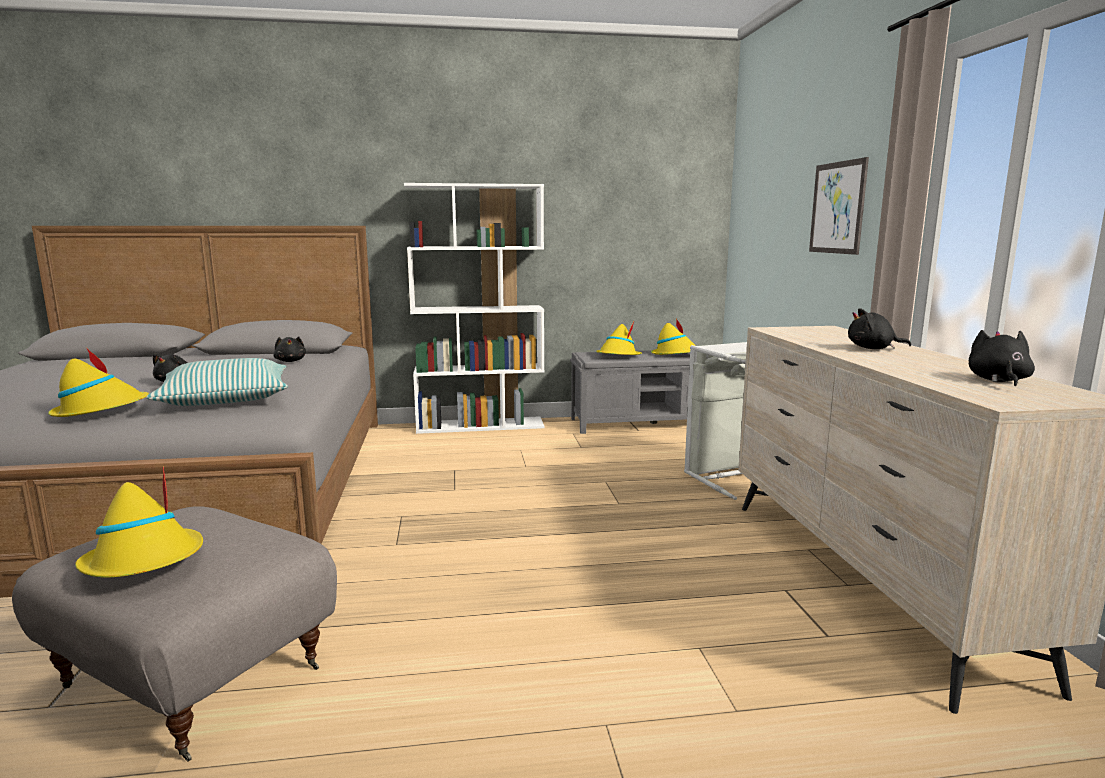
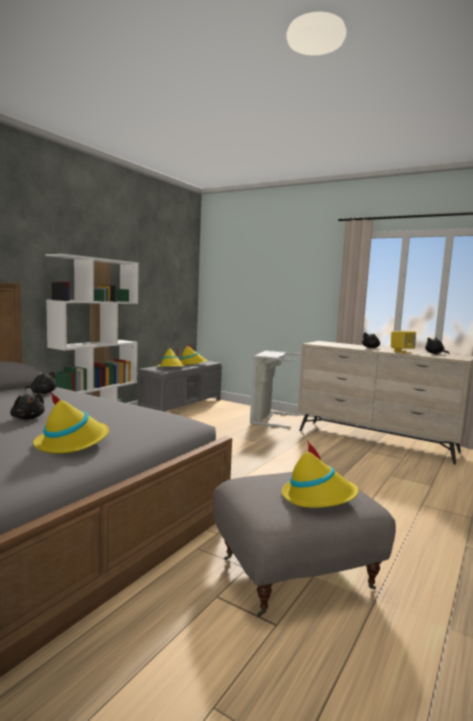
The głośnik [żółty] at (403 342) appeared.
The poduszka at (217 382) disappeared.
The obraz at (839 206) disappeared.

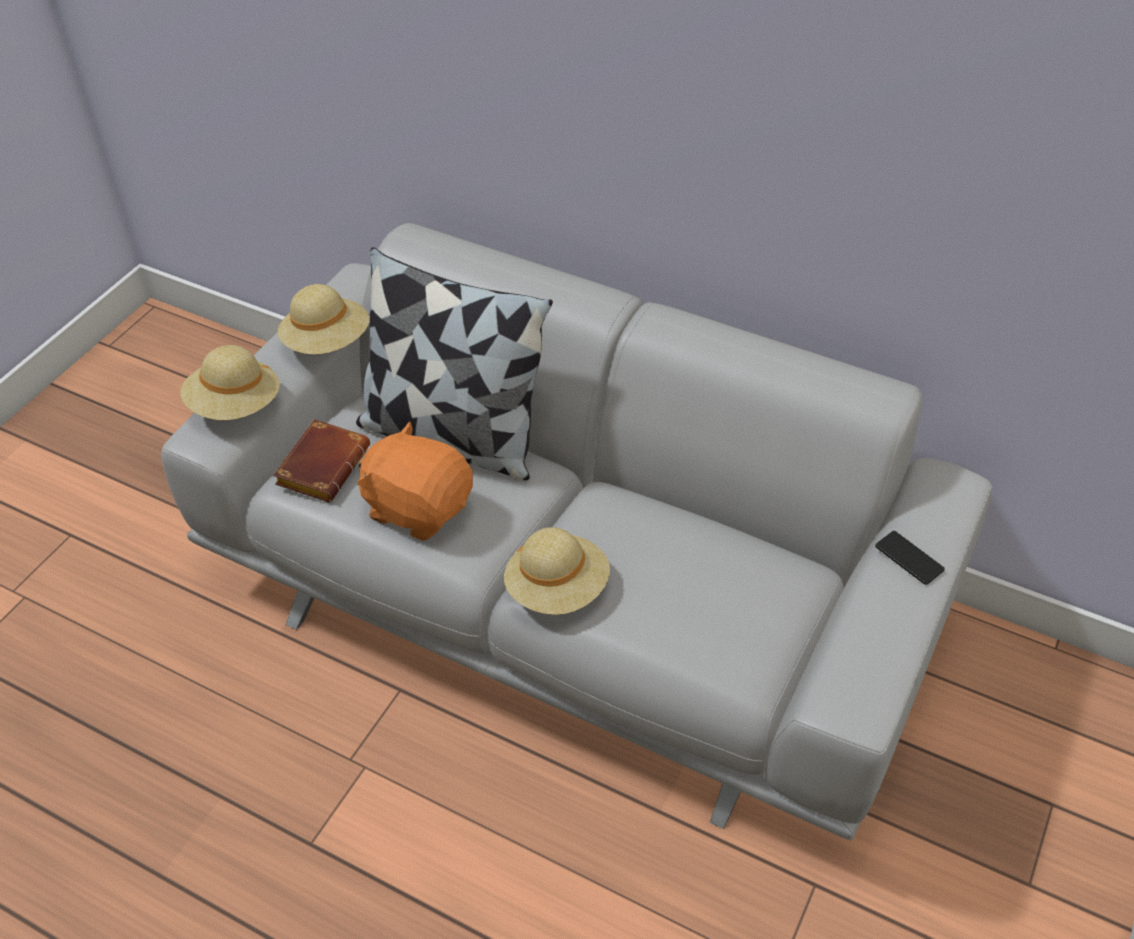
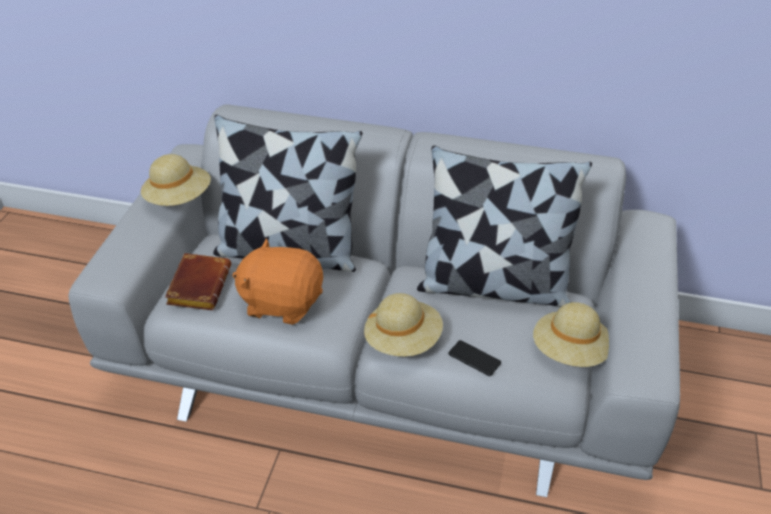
The poduszka at (504 226) appeared.
The telefon moved from (910 558) to (474 358).
The kapelusz [beżowy] moved from (230 382) to (571 334).

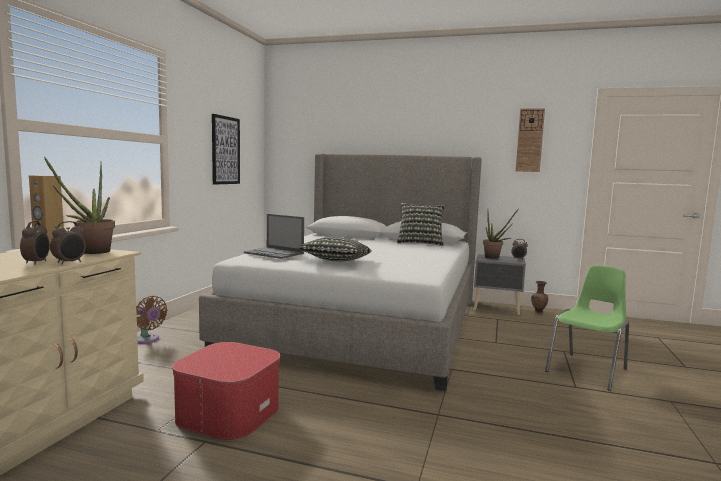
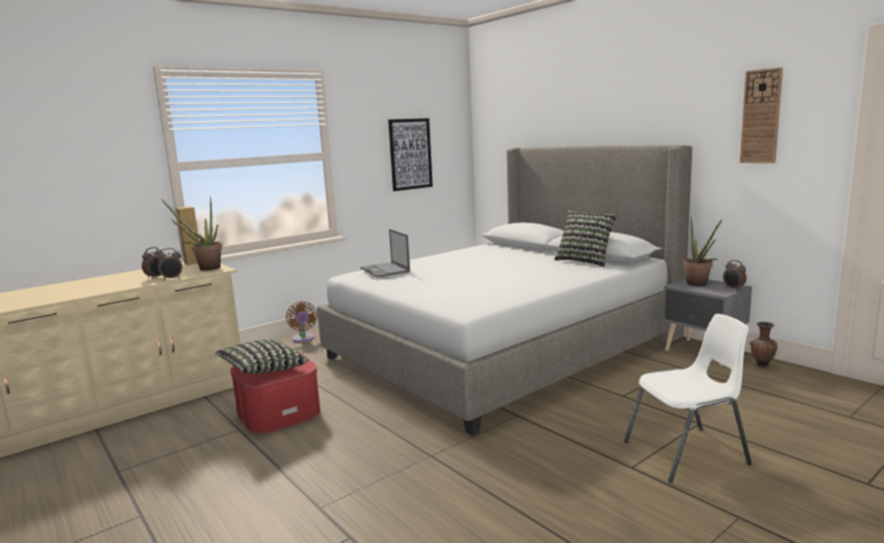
The poduszka moved from (335 249) to (261 357).
The krzesło [zielony] at (587 328) became the krzesło [biały] at (688 398).

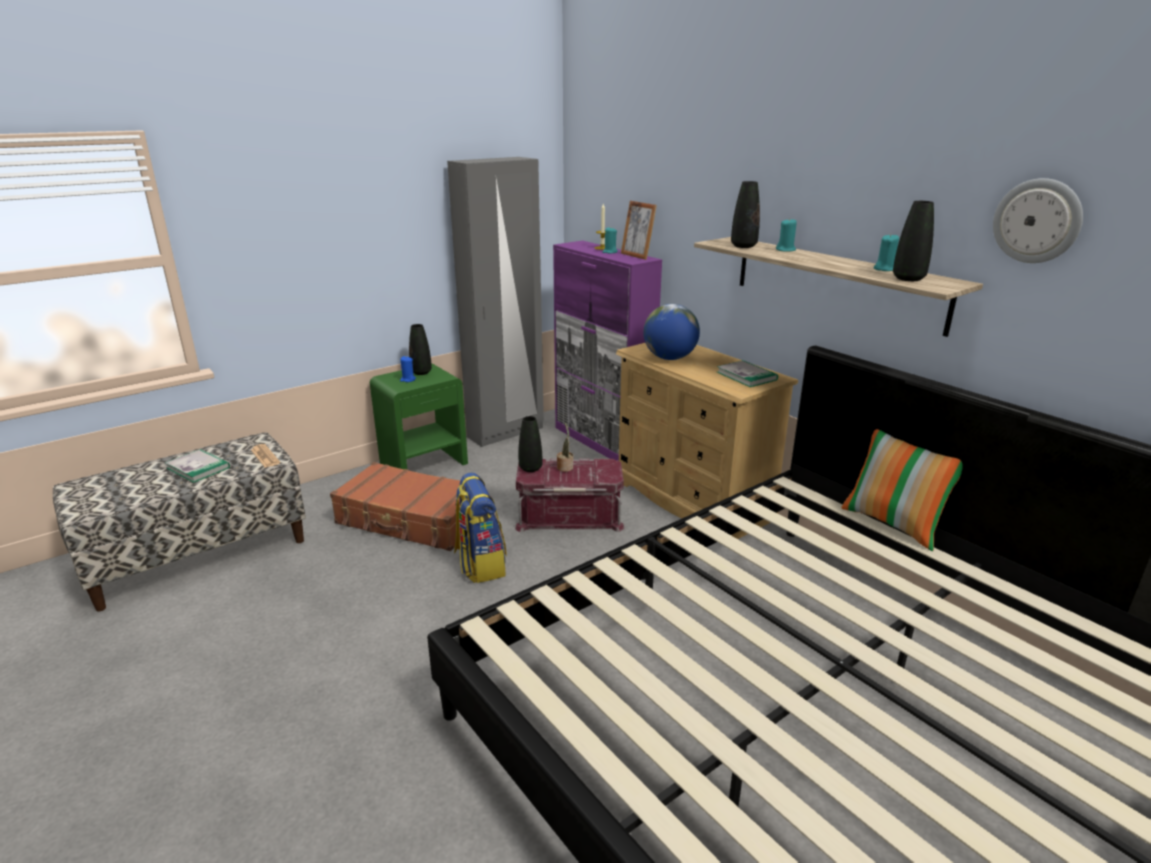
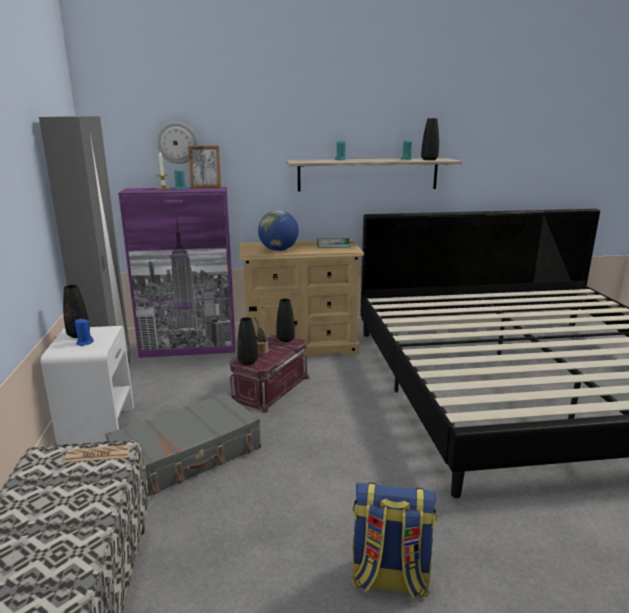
The szafka nocna [zielony] at (419 417) became the szafka nocna [biały] at (87 386).
The walizka [brązowy] at (395 506) became the walizka [szary] at (183 444).
The zegar ścienny moved from (1038 220) to (177 143).
The wazon [czarny] moved from (745 214) to (285 320).
The plecak moved from (480 528) to (394 541).
The książka at (197 466) disappeared.
The poduszka at (902 490) disappeared.

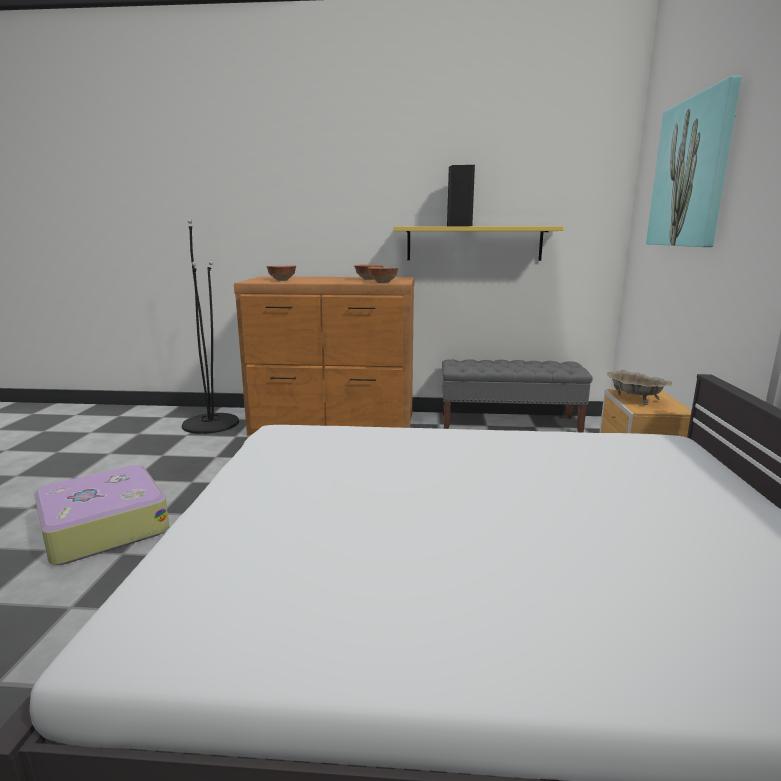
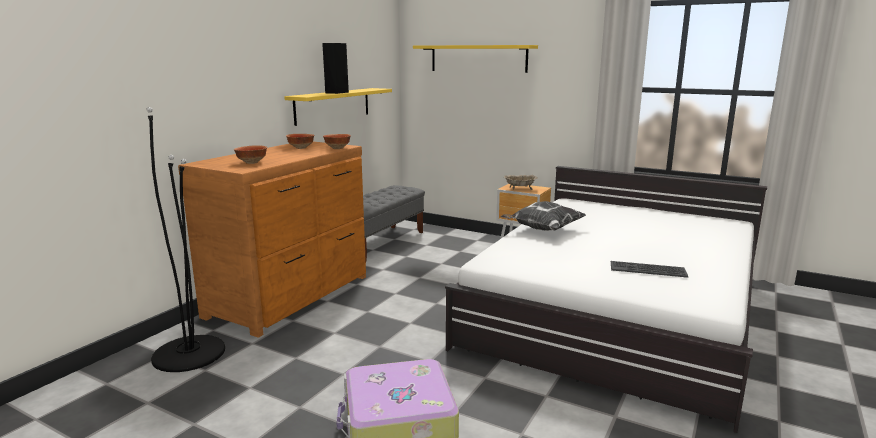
The obraz at (694 161) was replaced by the półka [żółty] at (475 59).
The poduszka at (543 216) appeared.
The klawiatura at (649 269) appeared.

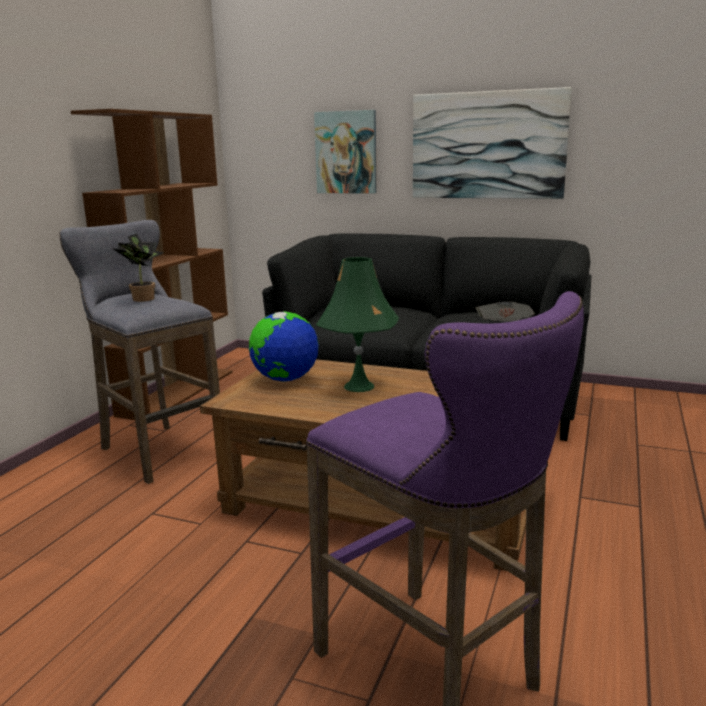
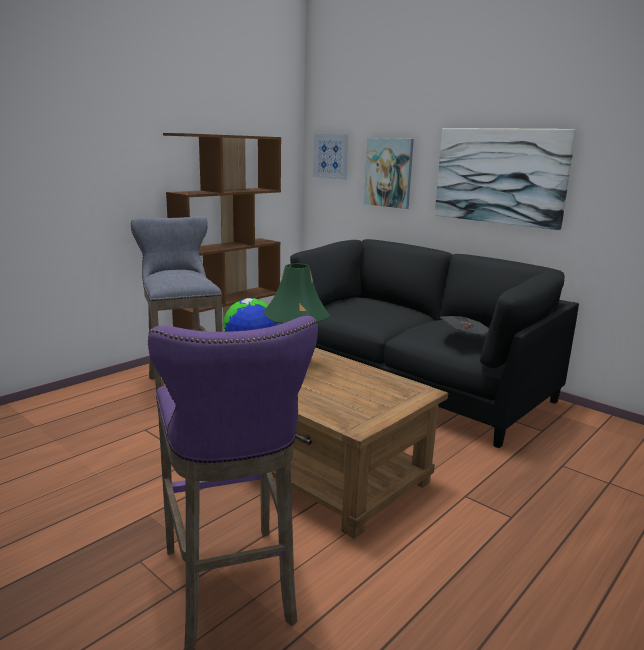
The obraz at (331 157) appeared.
The roślina doniczkowa at (138 268) disappeared.

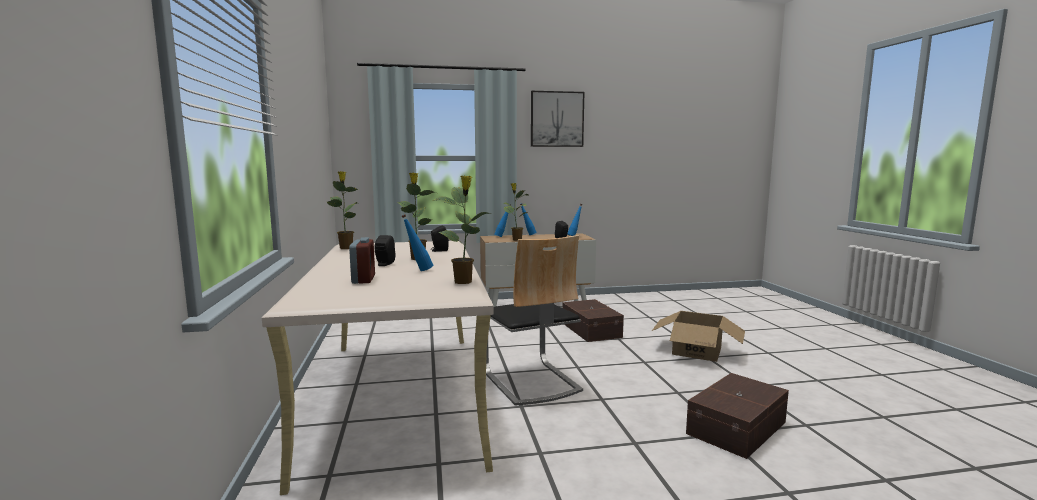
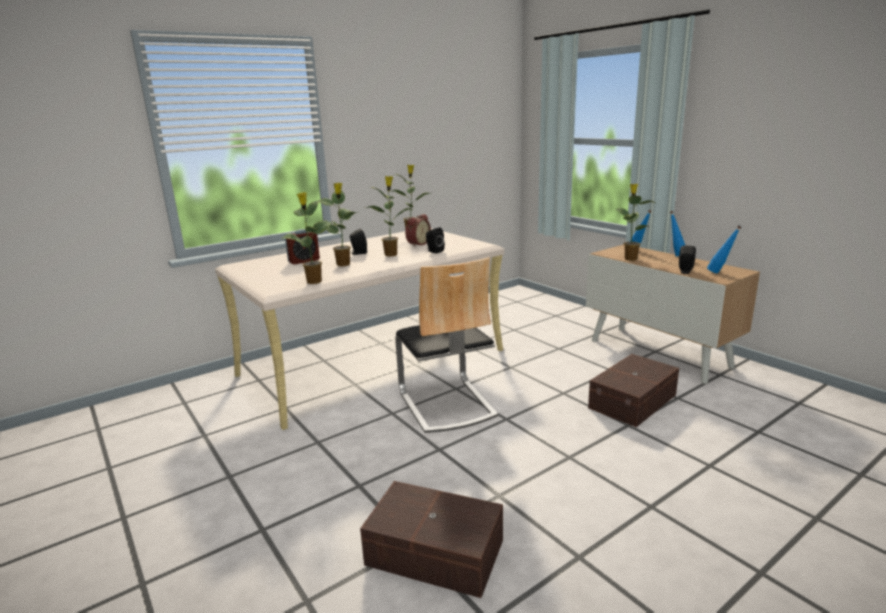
The butelka [niebieski] at (417 242) was replaced by the roślina doniczkowa at (338 224).
The krzesło at (534 320) turned 60 degrees counterclockwise.
The budzik at (418 230) appeared.
The obraz at (557 119) disappeared.
The karton at (698 336) disappeared.

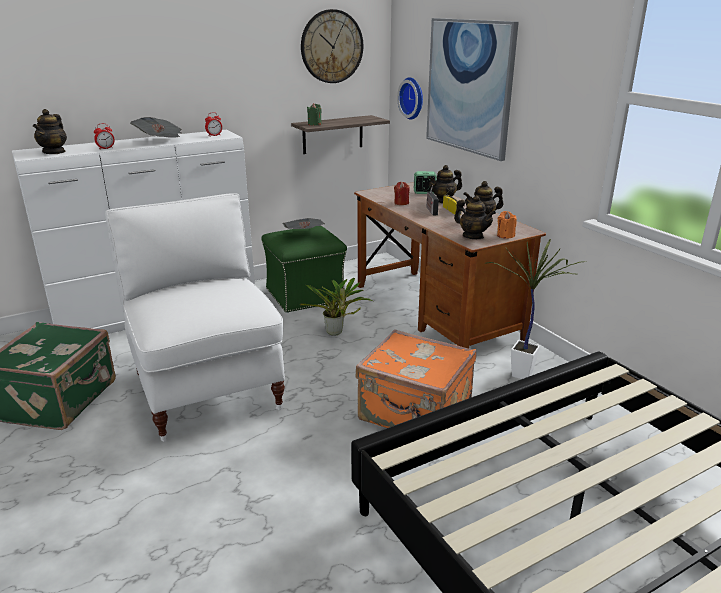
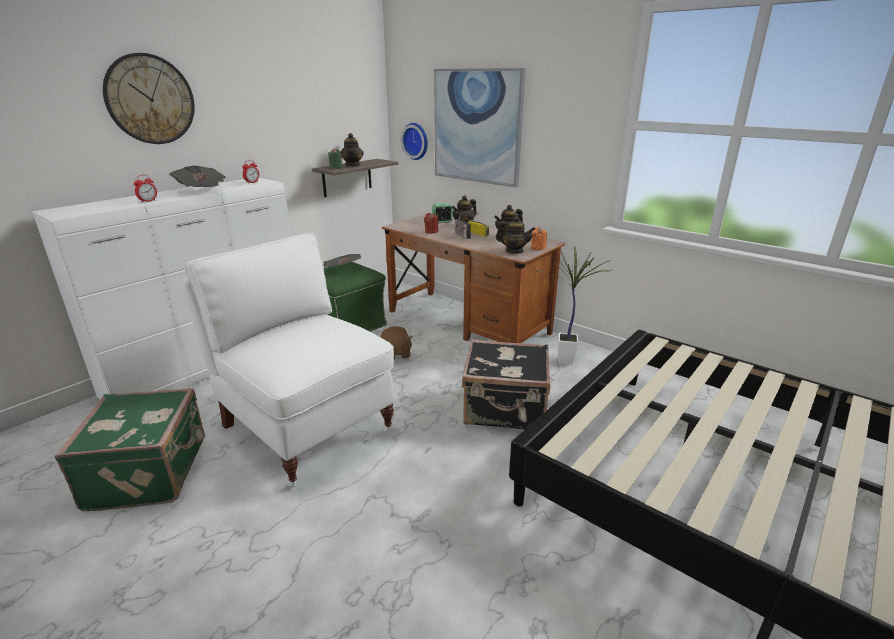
The zegar ścienny moved from (332 46) to (149 98).
The imbryk moved from (50 131) to (352 149).
The roślina doniczkowa at (337 307) was replaced by the pluszak [brązowy] at (397 342).
The walizka [pomarańczowy] at (416 378) became the walizka [czarny] at (506 384).

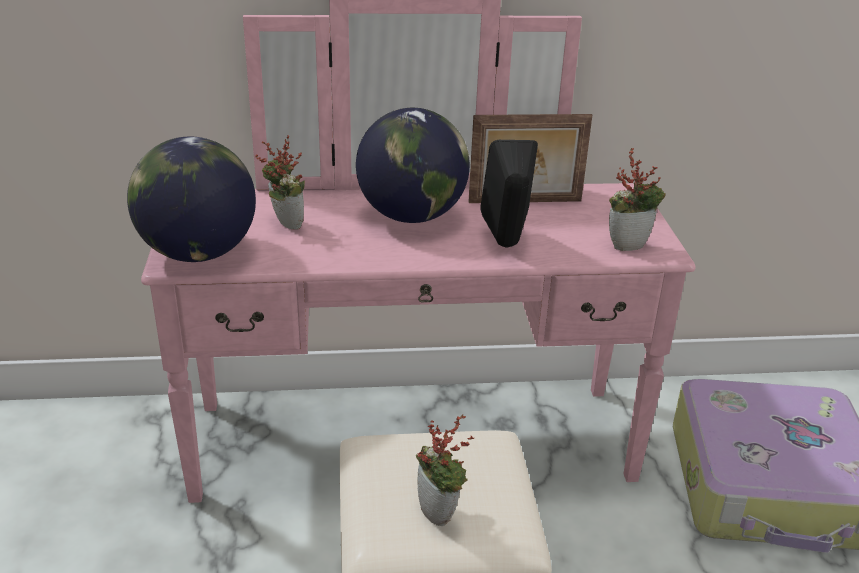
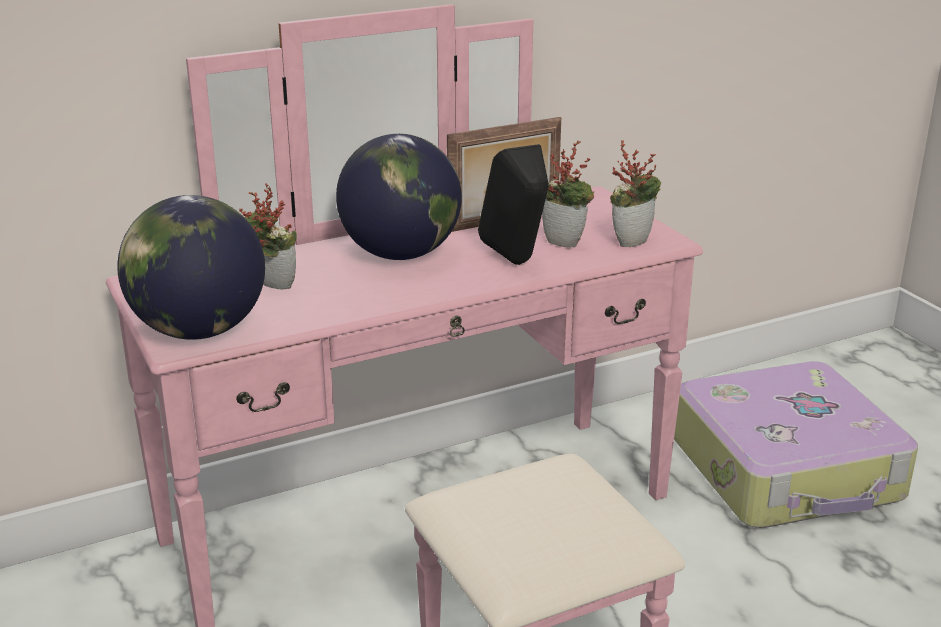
The roślina doniczkowa moved from (445 470) to (568 194).

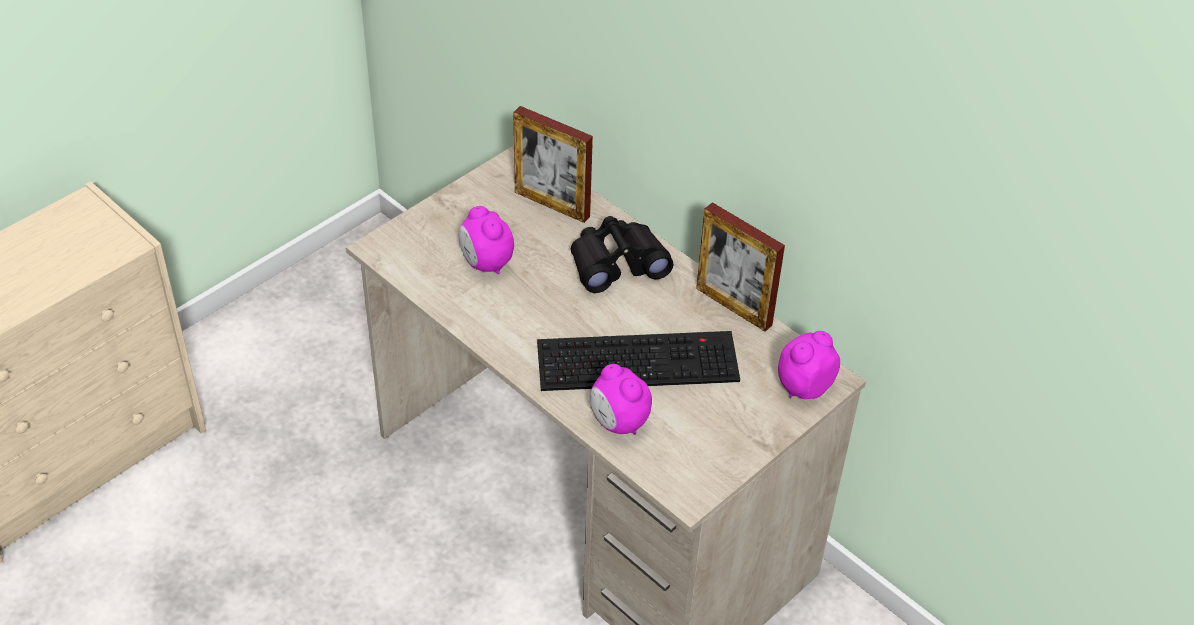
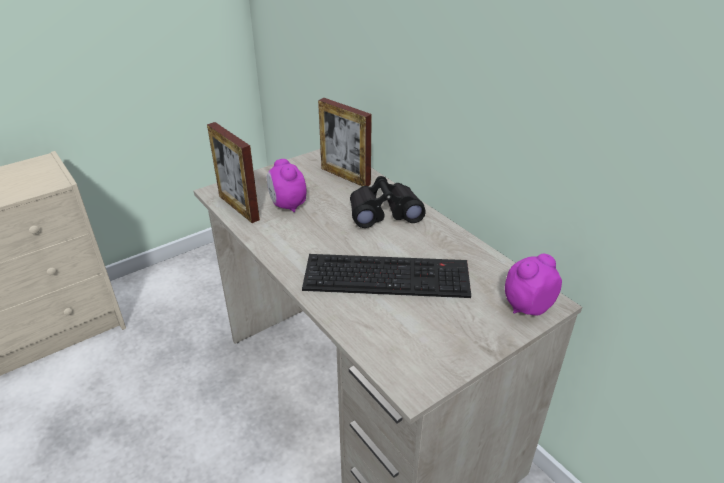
The ramka na zdjęcie moved from (740 267) to (233 172).
The budzik at (621 399) disappeared.

